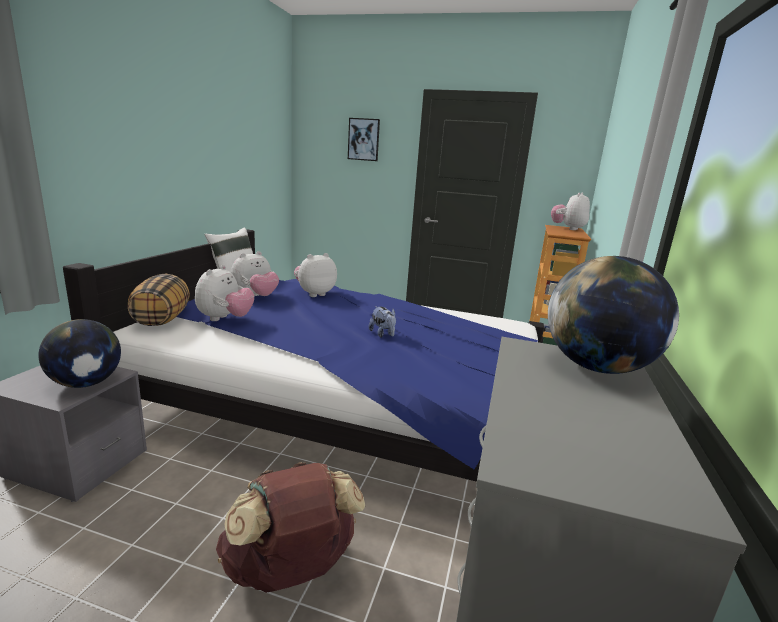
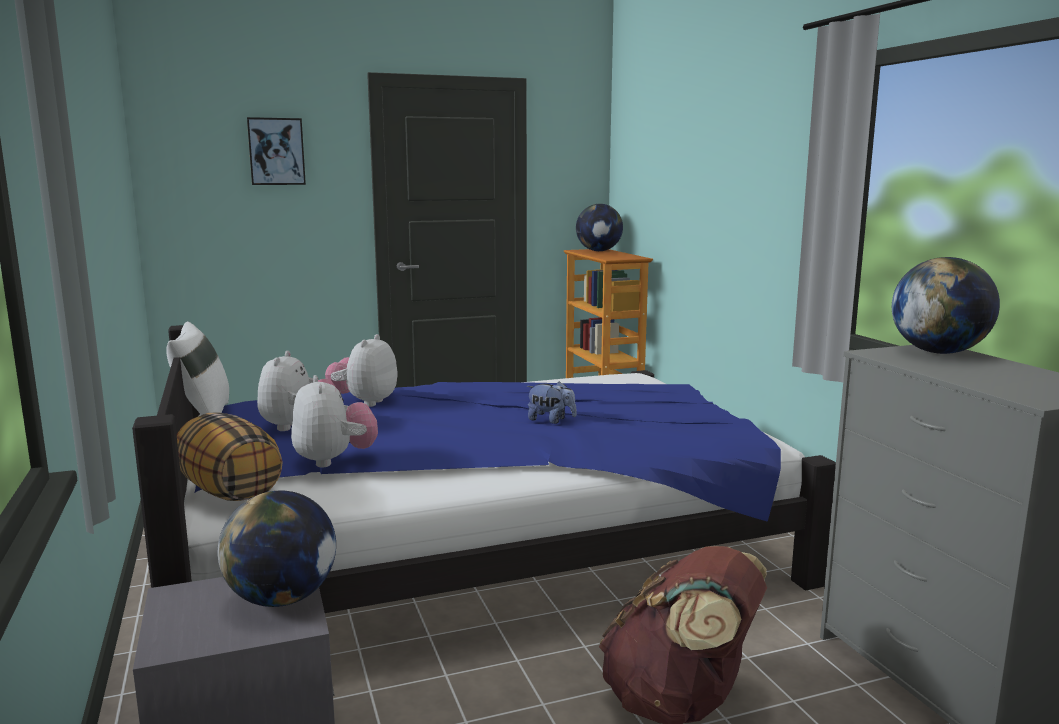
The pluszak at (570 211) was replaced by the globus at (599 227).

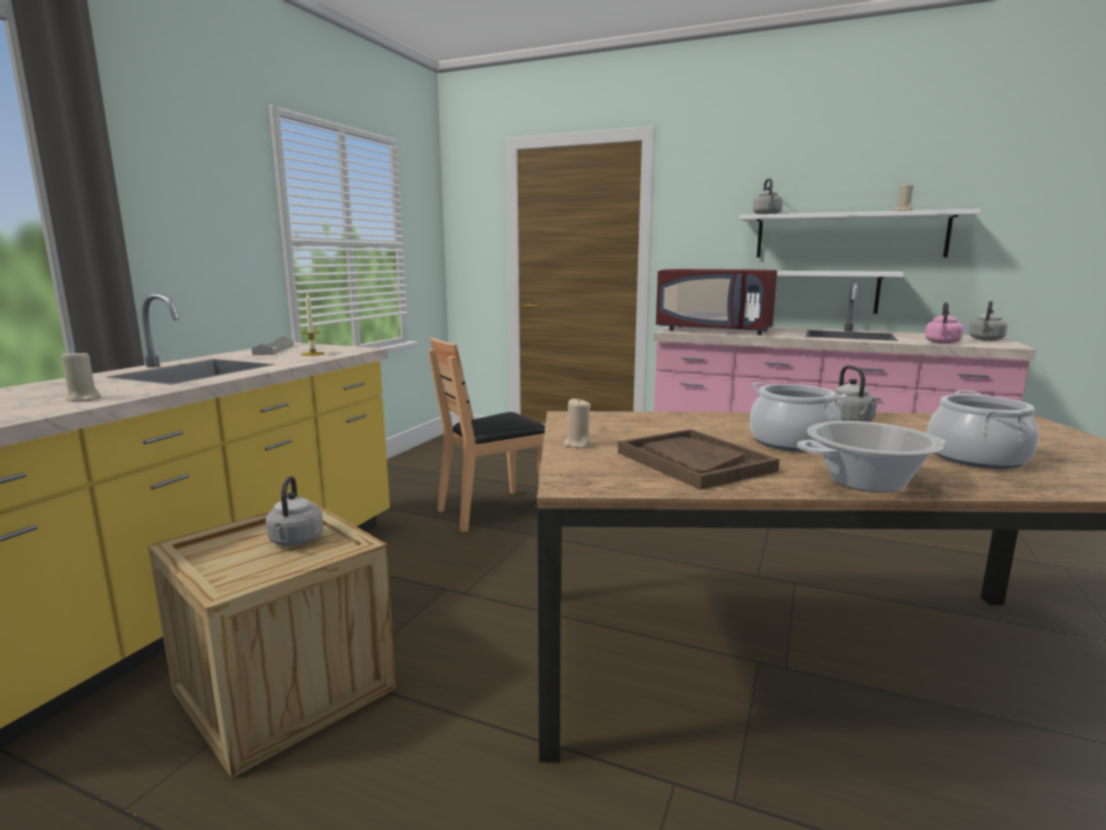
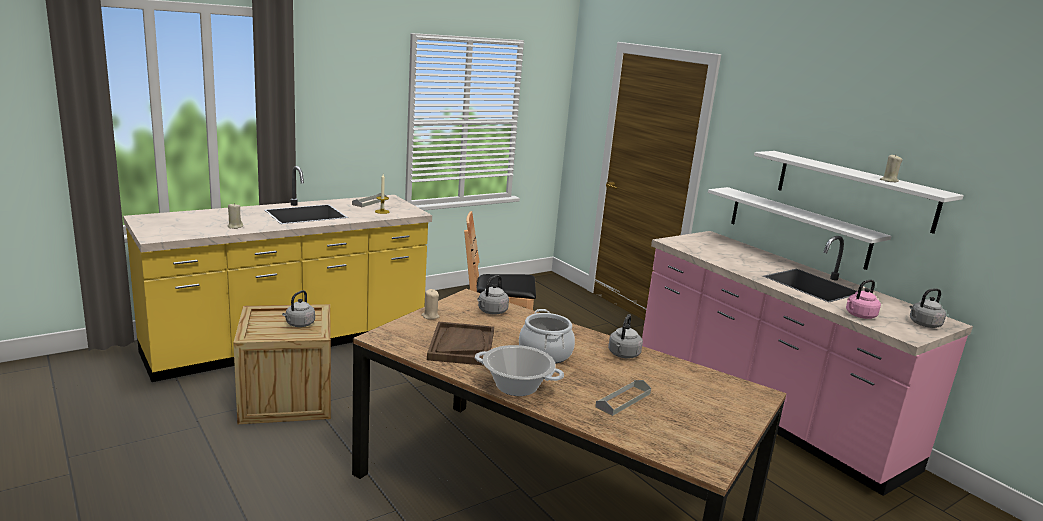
The czajnik [szary] moved from (768 196) to (493 295).
The garnek at (983 429) was replaced by the taca [szary] at (623 398).
The mikrofalówka [czerwony] at (716 302) disappeared.

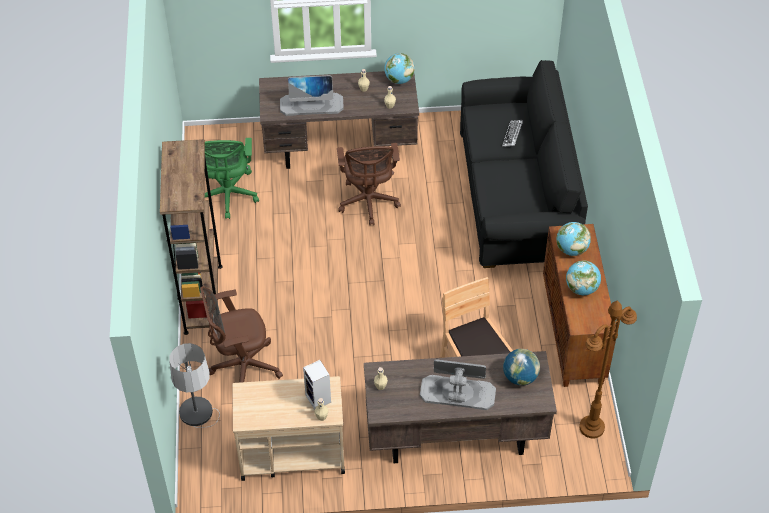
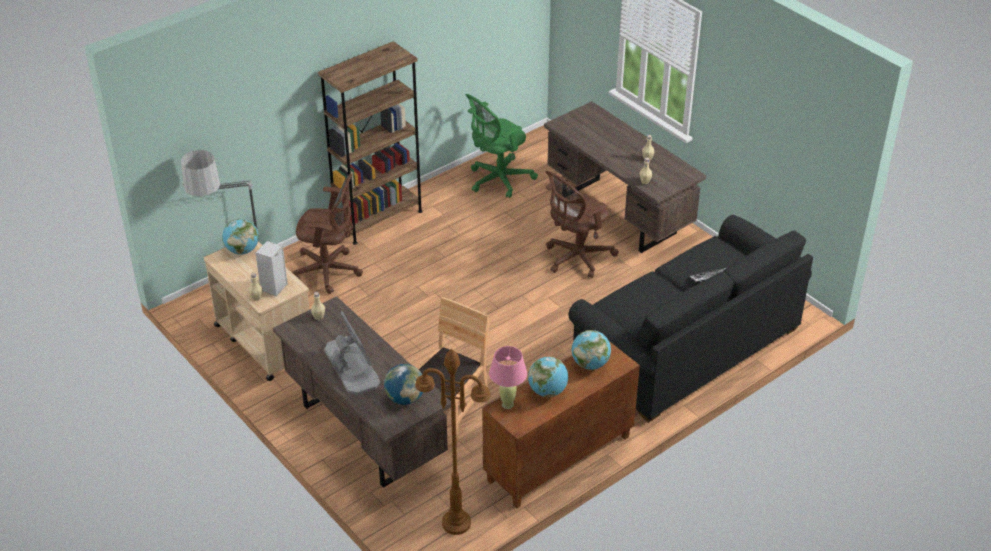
The globus moved from (399 68) to (240 237).
The krzesło biurowe [brązowy] at (241 334) turned 150 degrees clockwise.
The lampa stołowa [różowy] at (508 377) appeared.
The monitor at (312 95) disappeared.

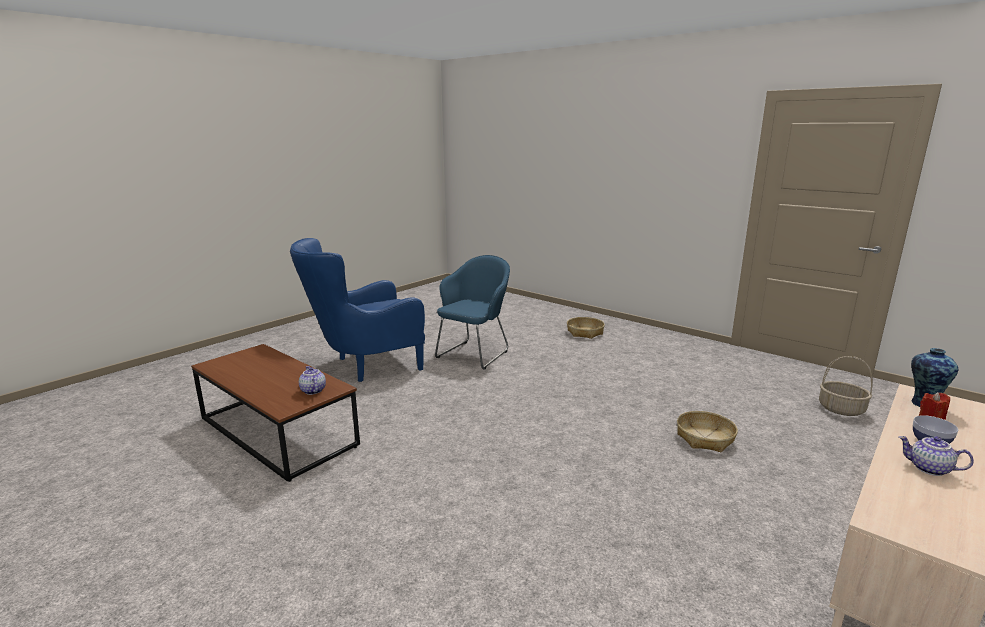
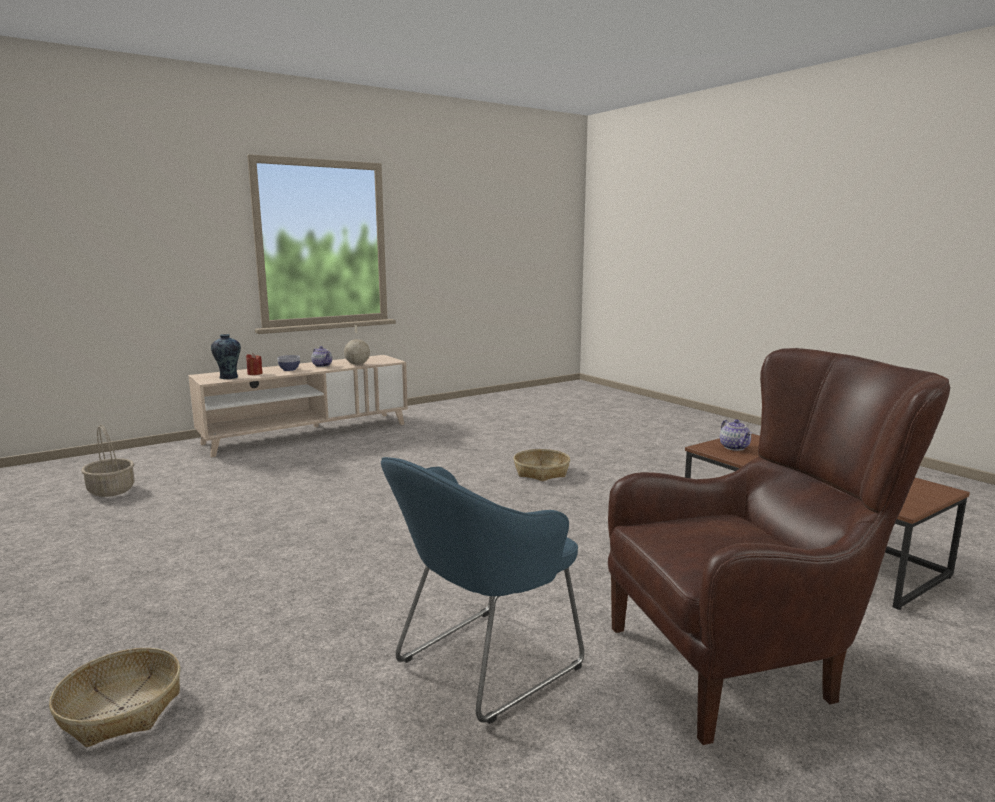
The globus at (357 345) appeared.
The koszyk moved from (707 431) to (541 465).
The fotel [niebieski] at (357 310) became the fotel [brązowy] at (779 546).

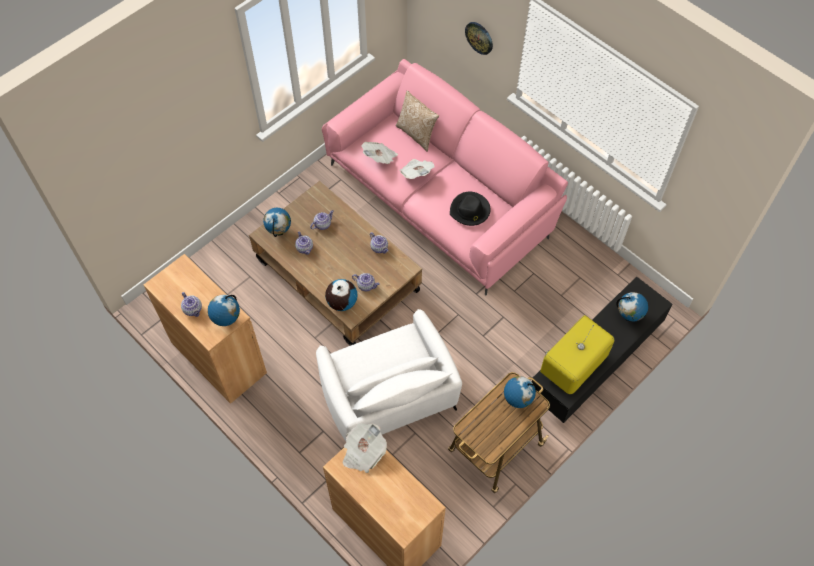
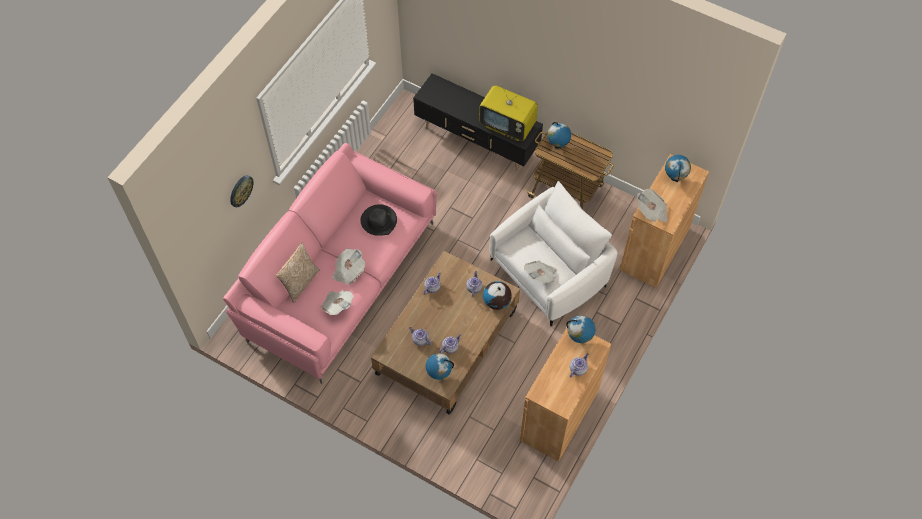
The gazeta at (540 271) appeared.
The globus moved from (632 306) to (678 168).

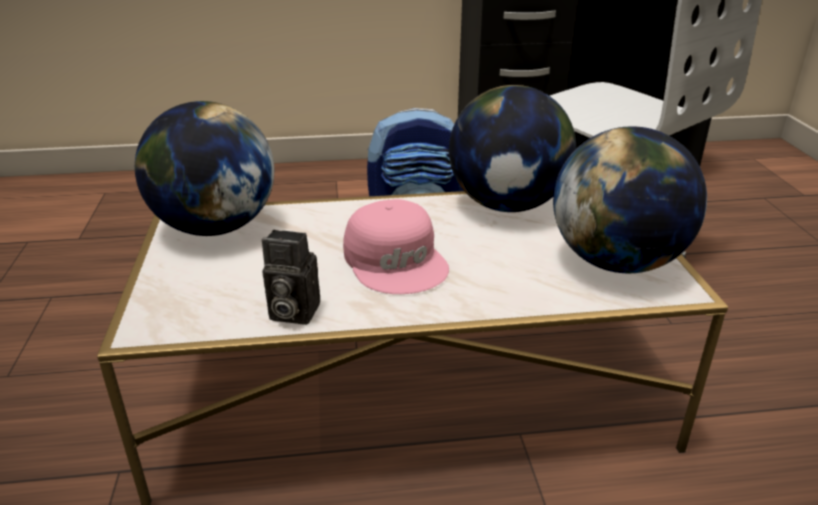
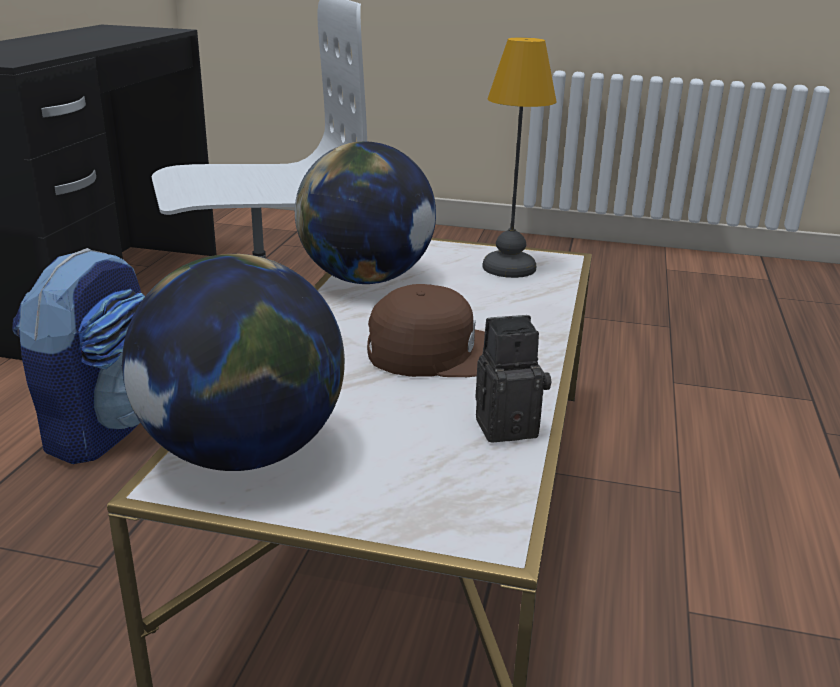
The czapka z daszkiem [różowy] at (396 246) became the czapka z daszkiem [brązowy] at (426 330).
The aparat fotograficzny at (291 277) turned 135 degrees counterclockwise.
The globus at (630 199) was replaced by the lampa stołowa at (520 157).

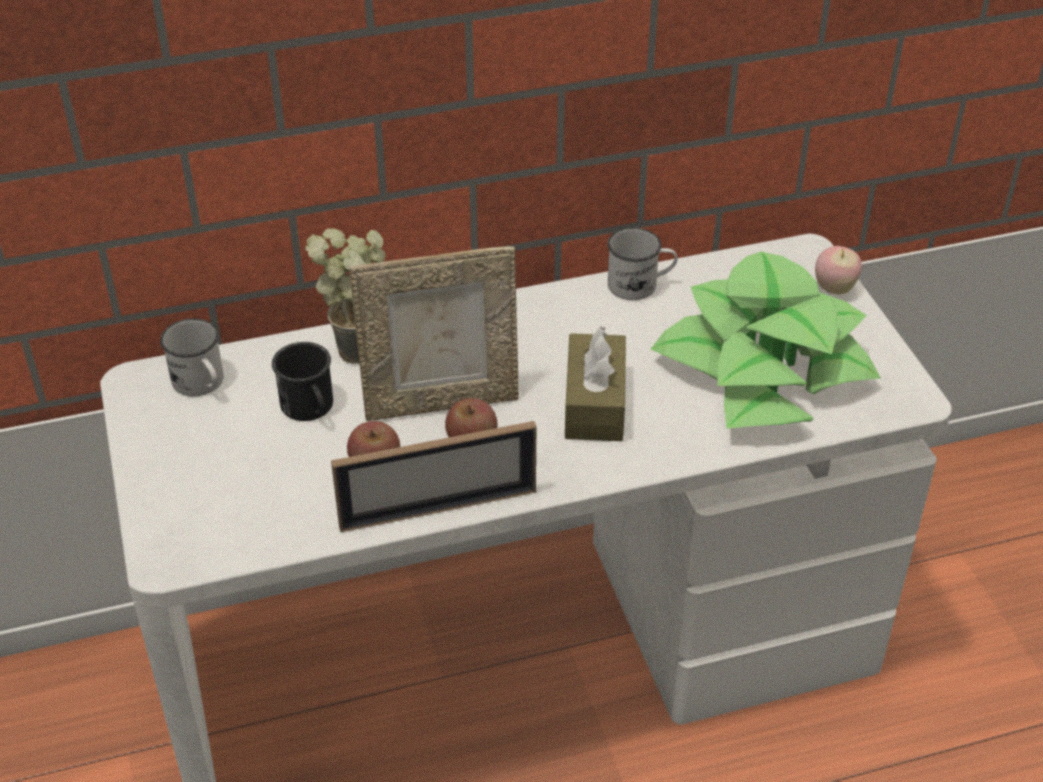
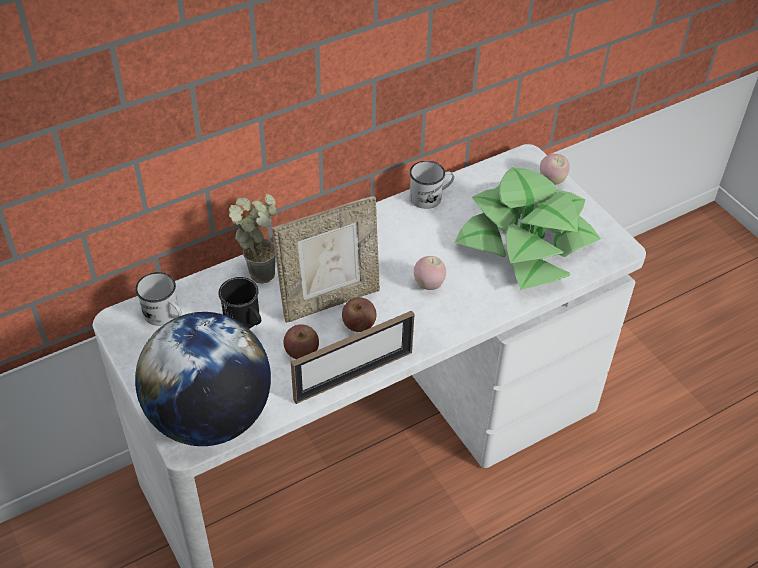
The globus at (203 379) appeared.
The pudełko chusteczek [brązowy] at (595 384) was replaced by the jabłko at (430 273).

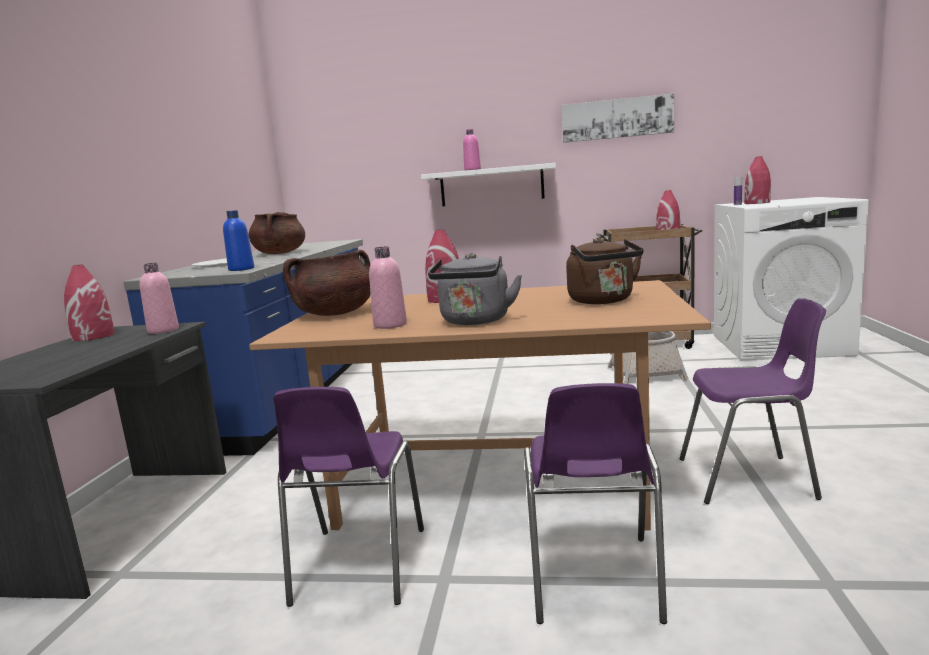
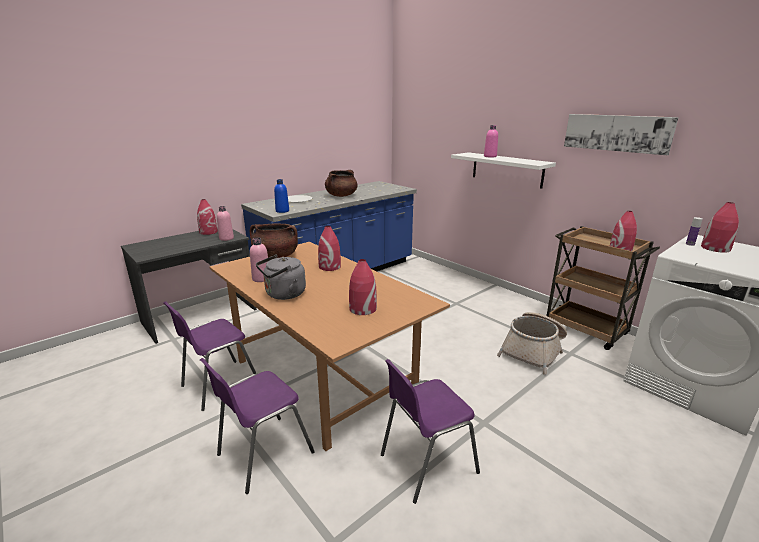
The czajnik [brązowy] at (604 271) was replaced by the wazon [czerwony] at (363 287).
The krzesło [fioletowy] at (753 401) turned 105 degrees clockwise.

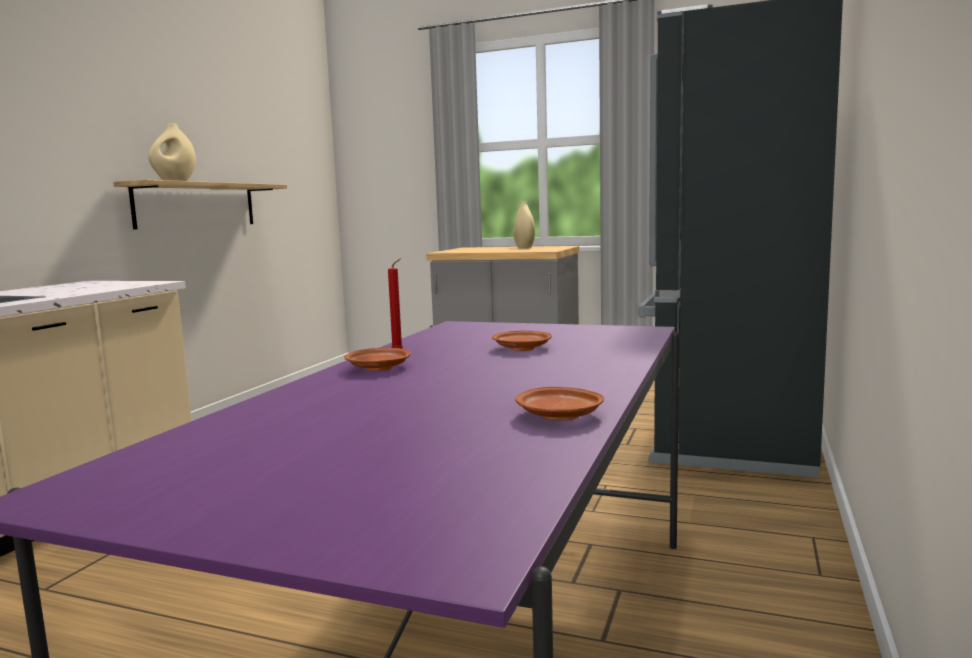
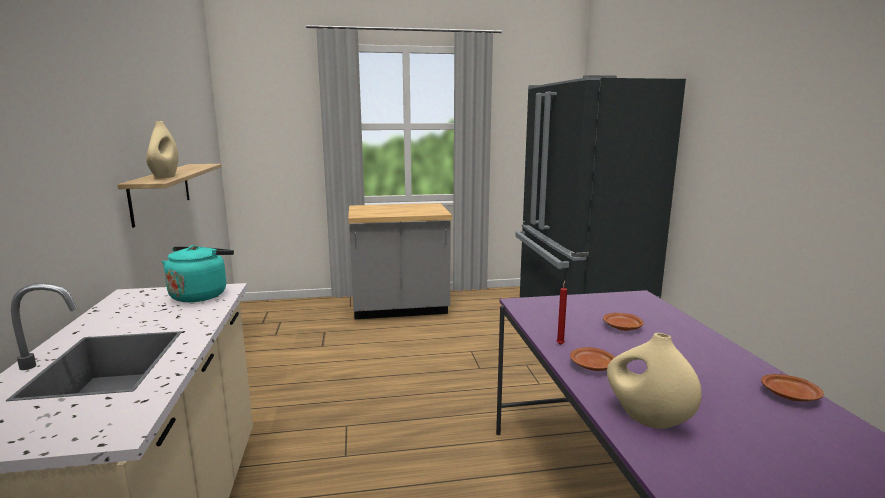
The czajnik [turkusowy] at (198 273) appeared.
The wazon [beżowy] moved from (524 224) to (654 381).

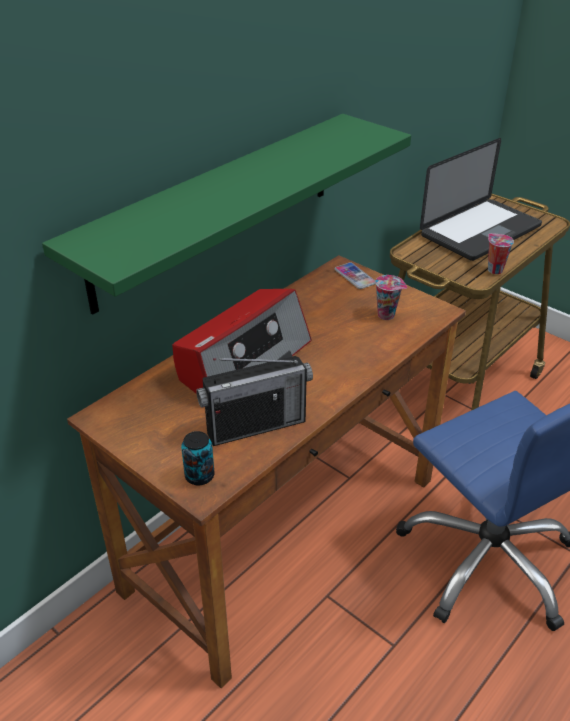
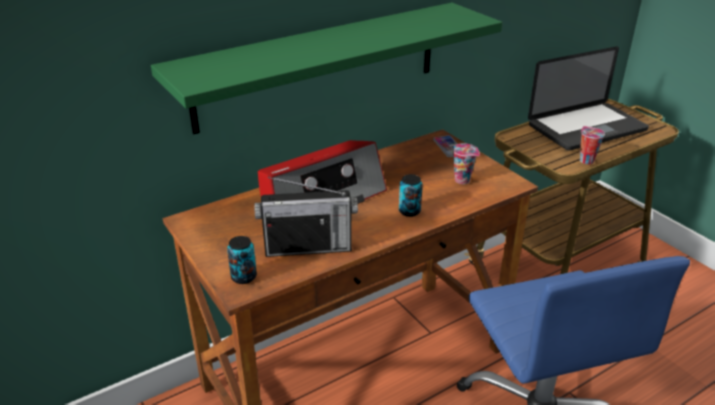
The puszka at (411 195) appeared.

